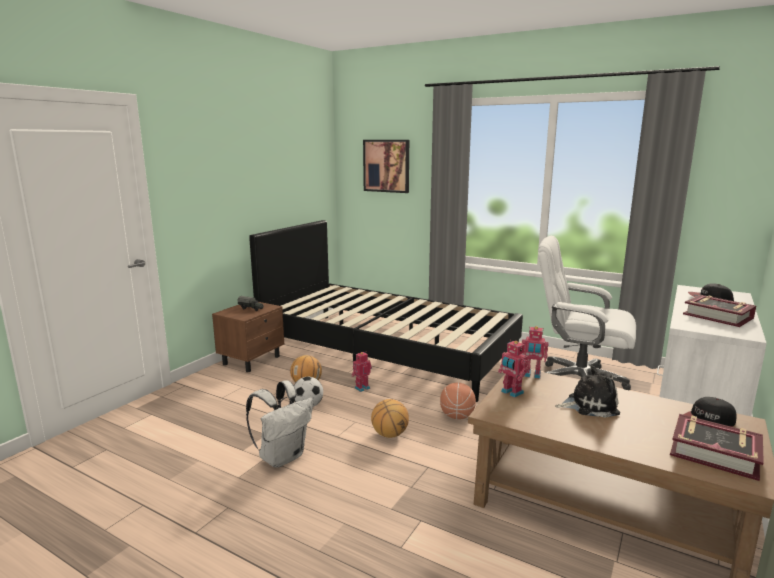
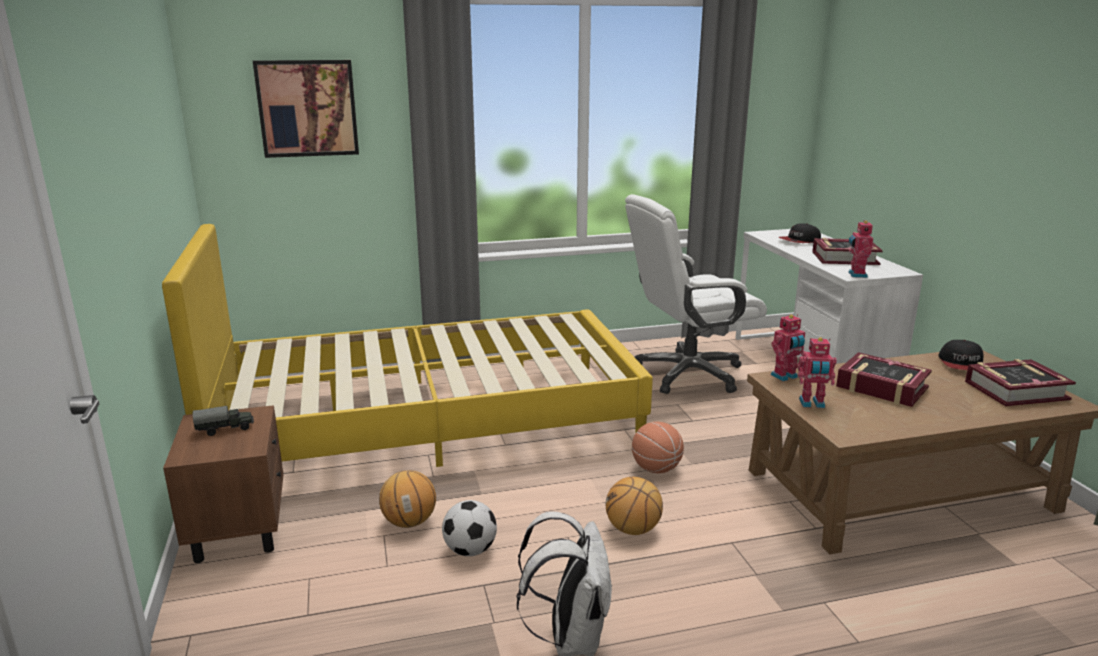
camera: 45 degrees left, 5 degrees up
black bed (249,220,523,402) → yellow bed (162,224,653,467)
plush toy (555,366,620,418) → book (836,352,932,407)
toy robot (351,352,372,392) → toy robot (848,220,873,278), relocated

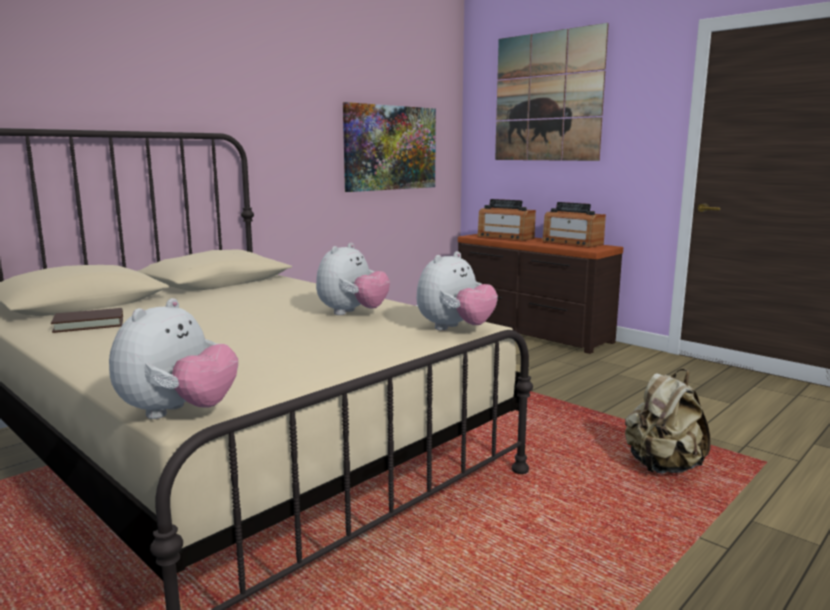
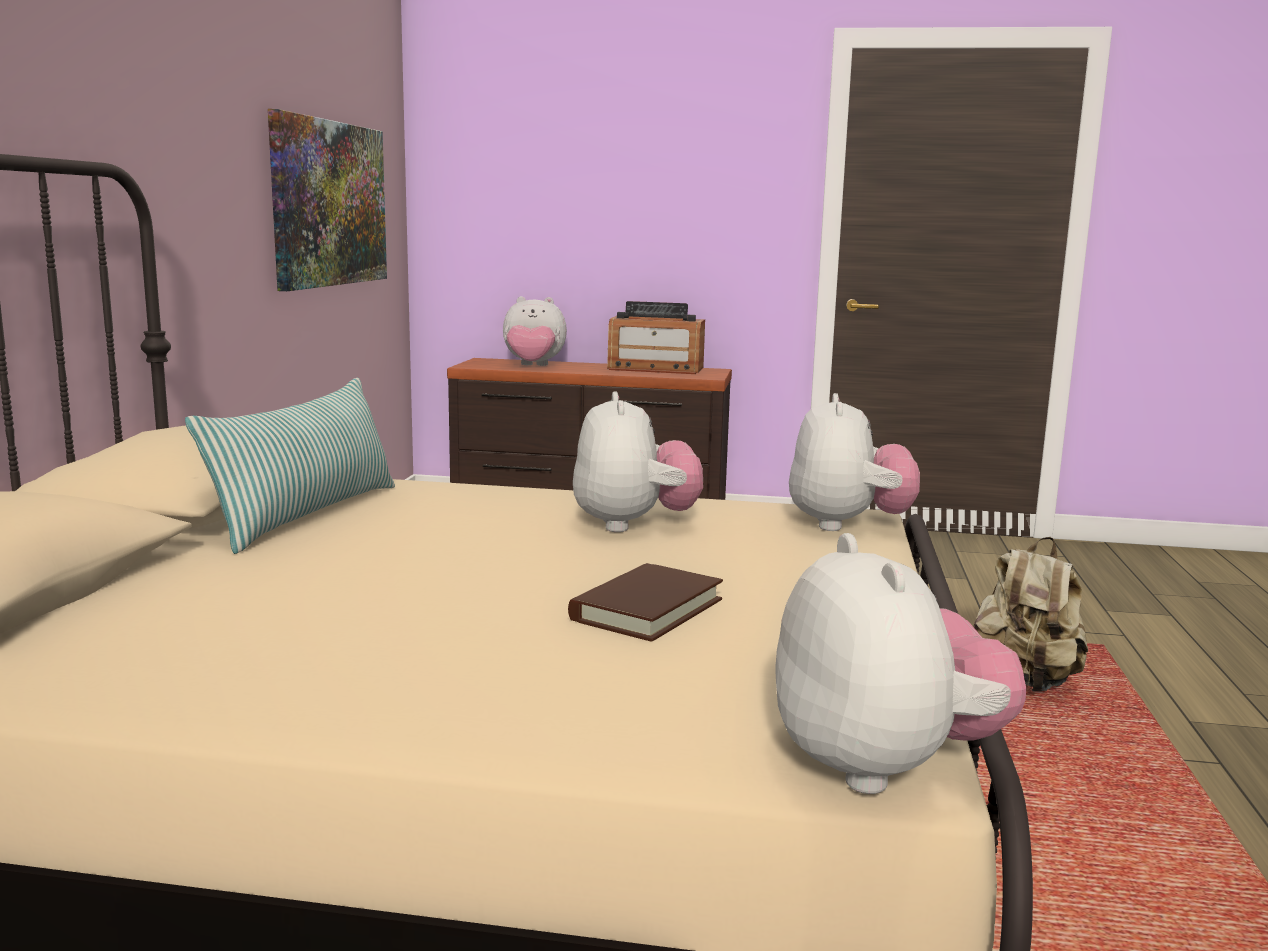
camera: 35 degrees left, 0 degrees up
- → pillow (185,378,395,554)
radio (478,199,536,242) → plush toy (503,296,567,366)
brown book (51,308,123,333) → brown book (568,563,723,642), relocated
picture (495,23,609,161) → -

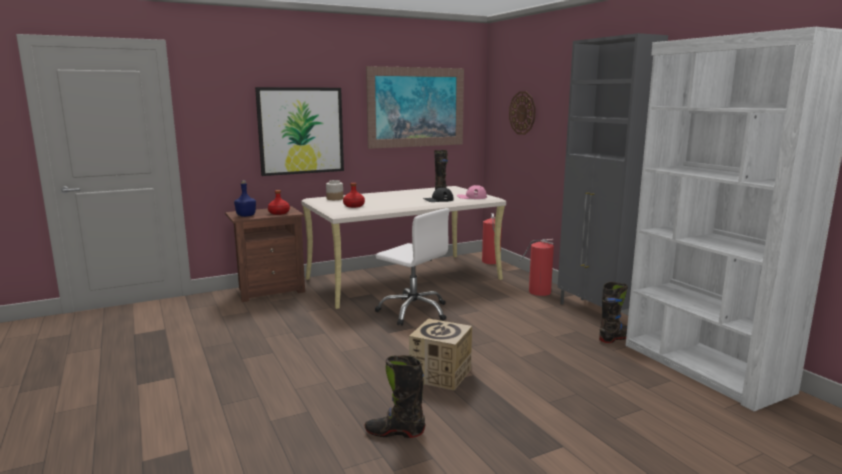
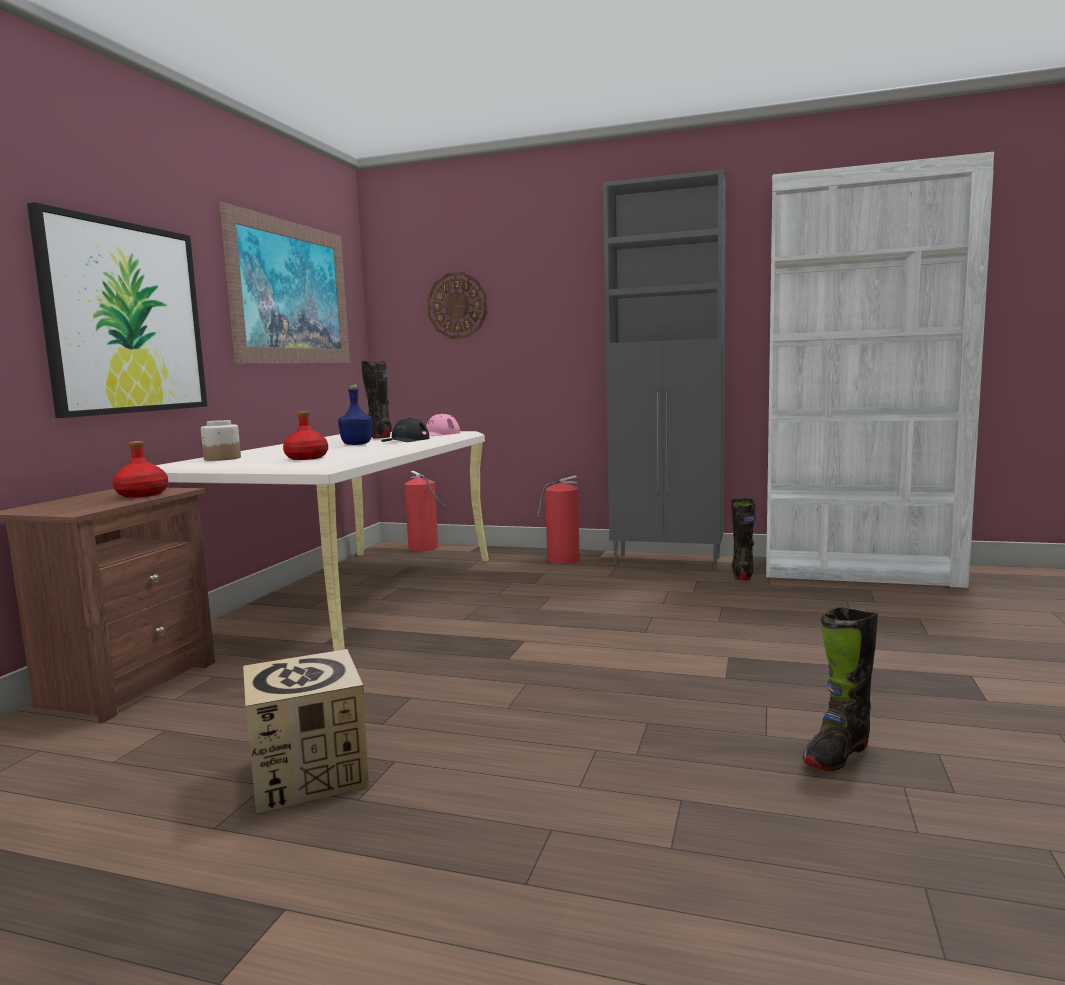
camera: 45 degrees left, 5 degrees down
cardboard box (409,319,472,391) → cardboard box (243,649,369,813), relocated
blue bottle (234,180,256,217) → blue bottle (338,384,373,445), relocated
white office chair (375,208,450,326) → -

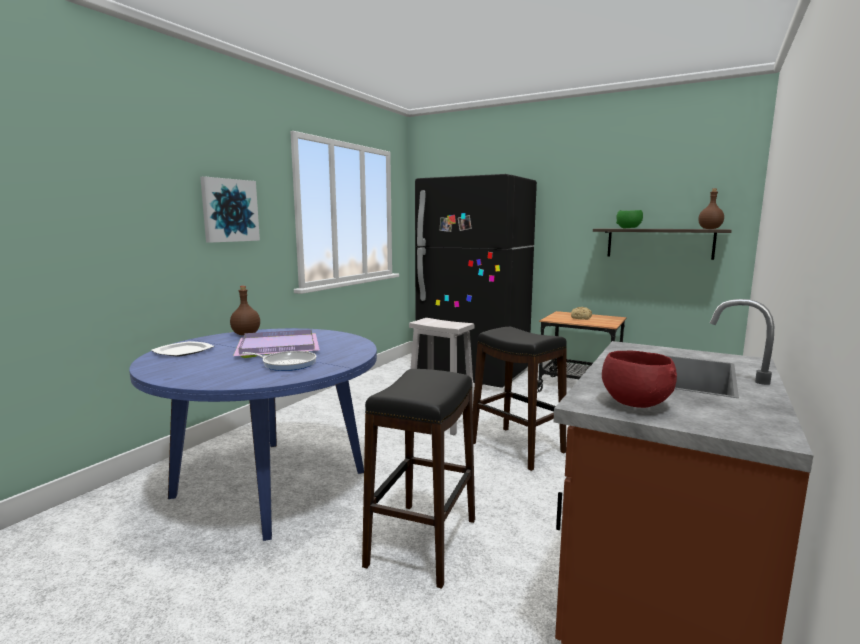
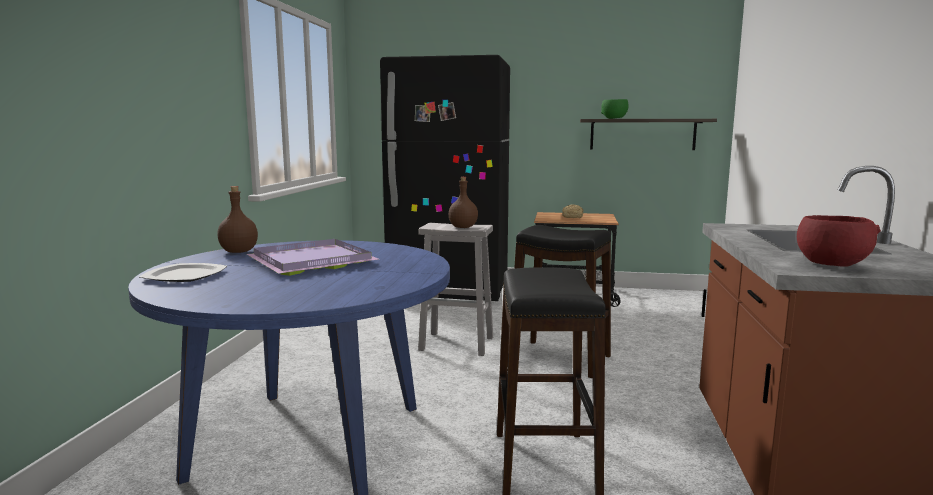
camera: 20 degrees left, 0 degrees up
brown bottle (698,188,724,229) → brown bottle (449,177,478,228), relocated
picture (200,176,260,243) → -
frying pan (242,351,316,371) → -

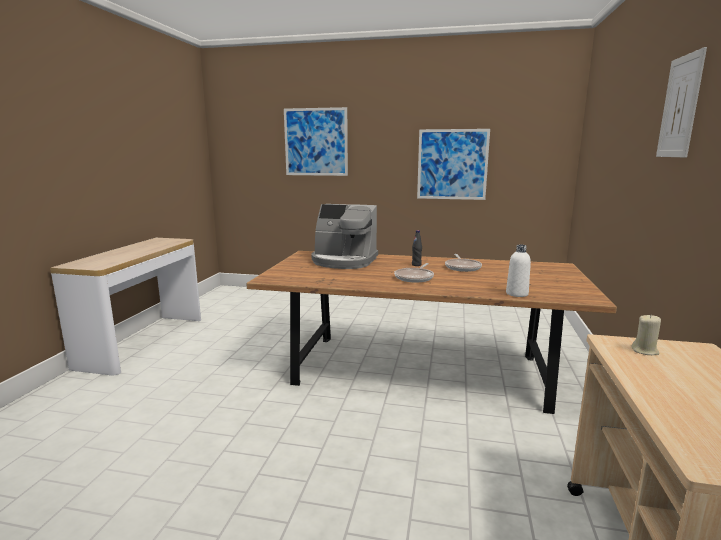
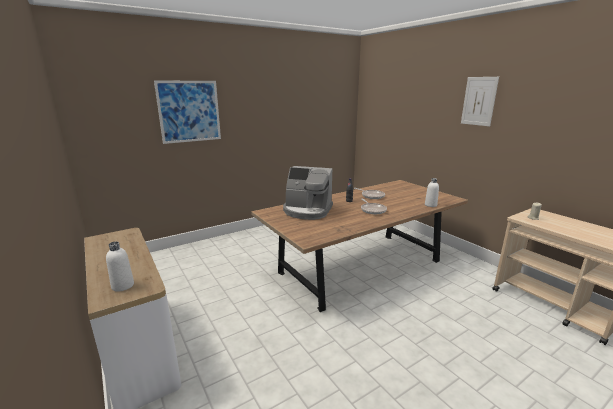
camera: 45 degrees left, 5 degrees up
- → white bottle (106,241,134,292)
coffee machine (312,204,378,269) → coffee machine (283,166,333,220), 45 degrees clockwise
picture (417,129,490,200) → -

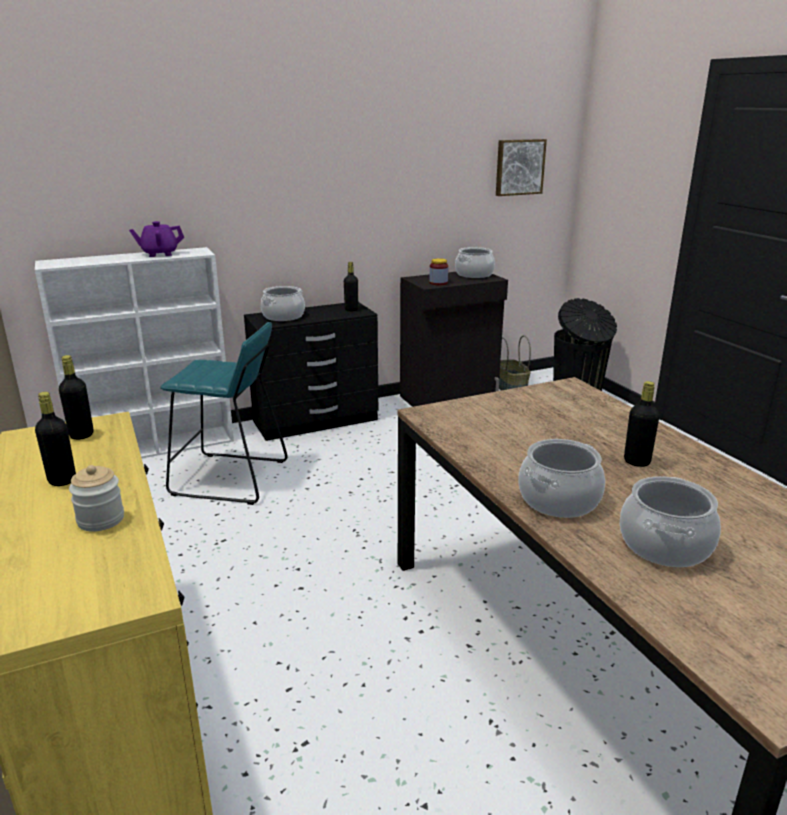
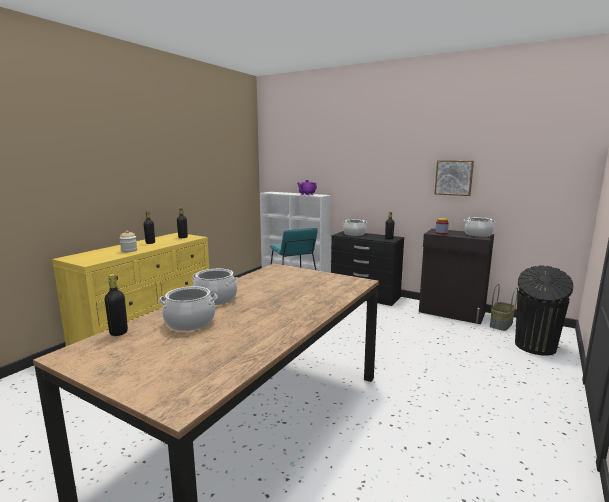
camera: 55 degrees right, 10 degrees down
black bottle (624,381,660,467) → black bottle (104,274,128,336), relocated
picture (496,139,547,196) → picture (434,160,474,196), relocated

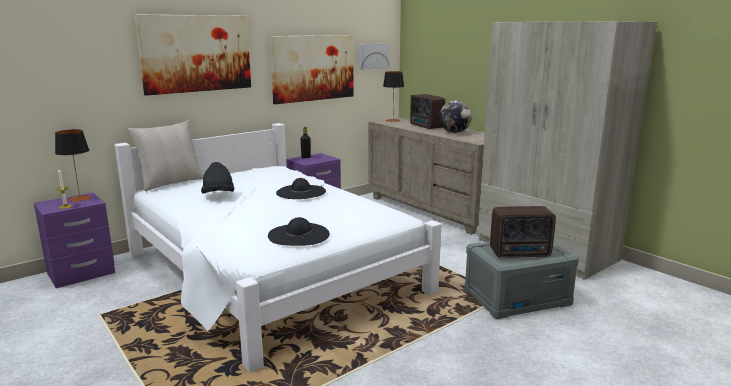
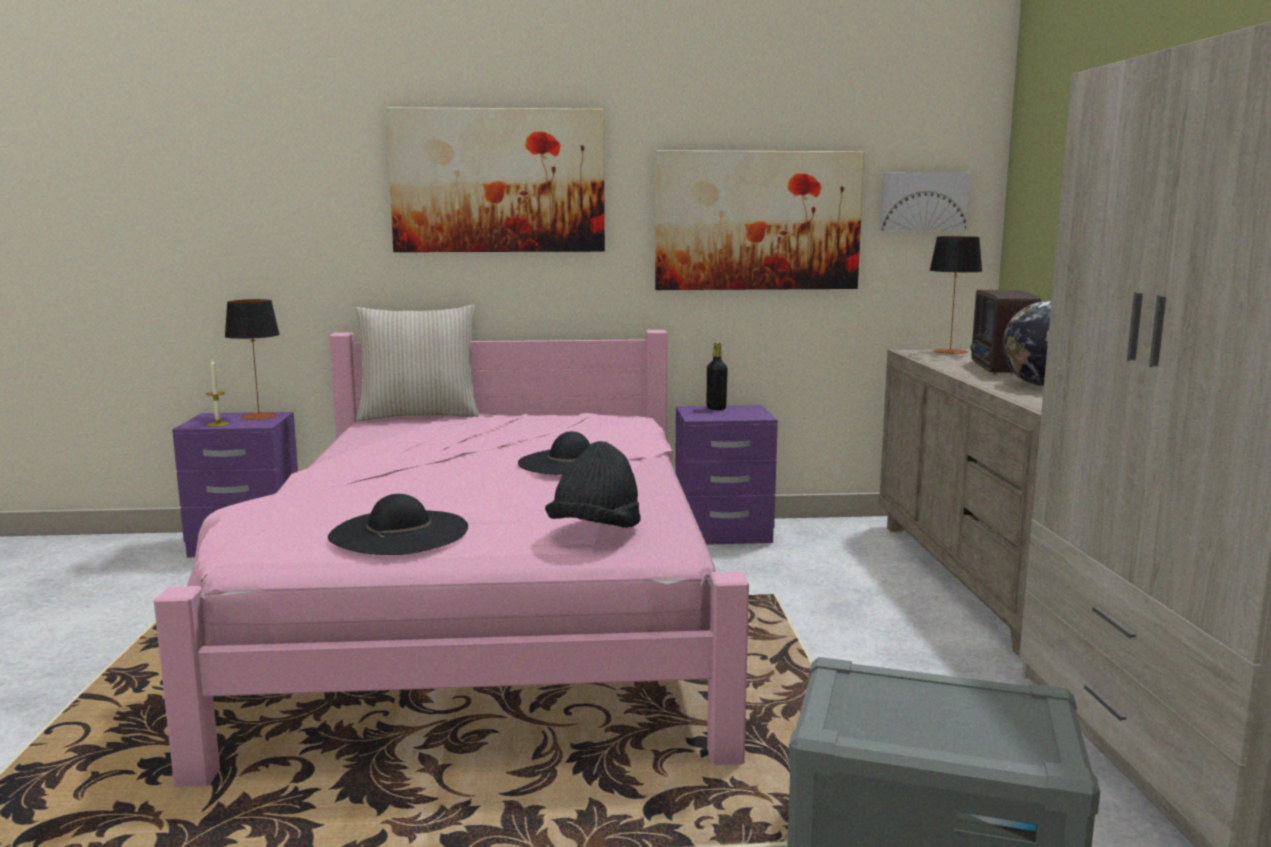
camera: 35 degrees right, 5 degrees down
white bed (115,123,441,372) → pink bed (154,330,749,787)
black hat (201,162,234,194) → black hat (545,441,641,528), relocated
radio (490,206,556,258) → -

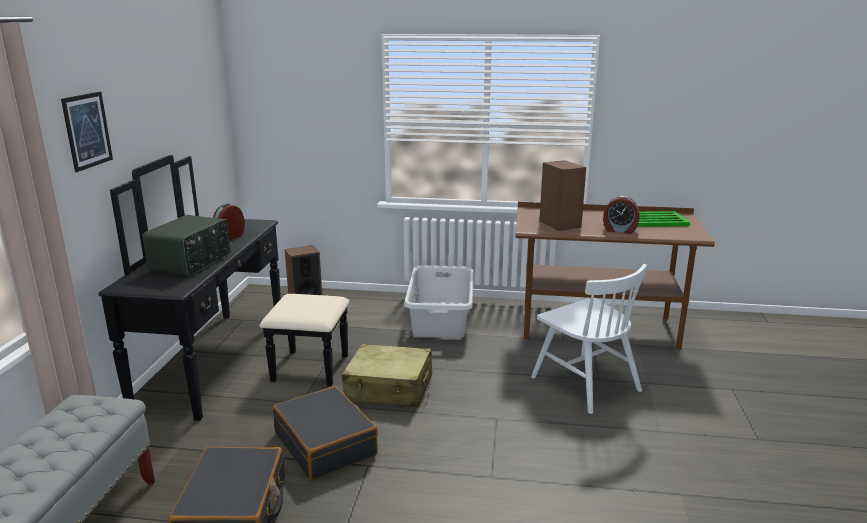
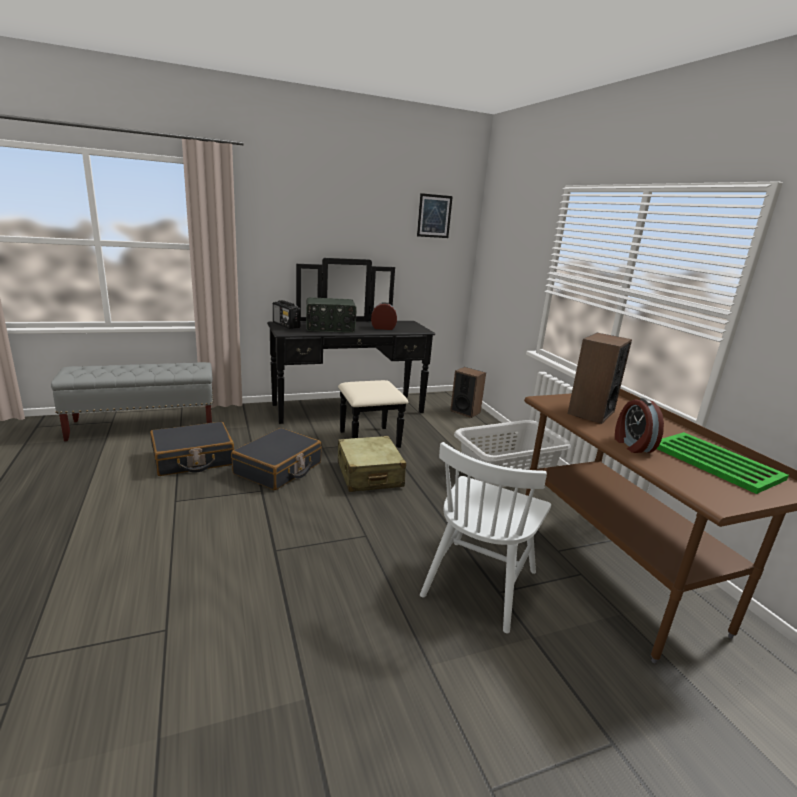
camera: 60 degrees right, 0 degrees up
- → radio (273,300,300,329)
picture (61,92,113,172) → picture (417,193,453,238), relocated

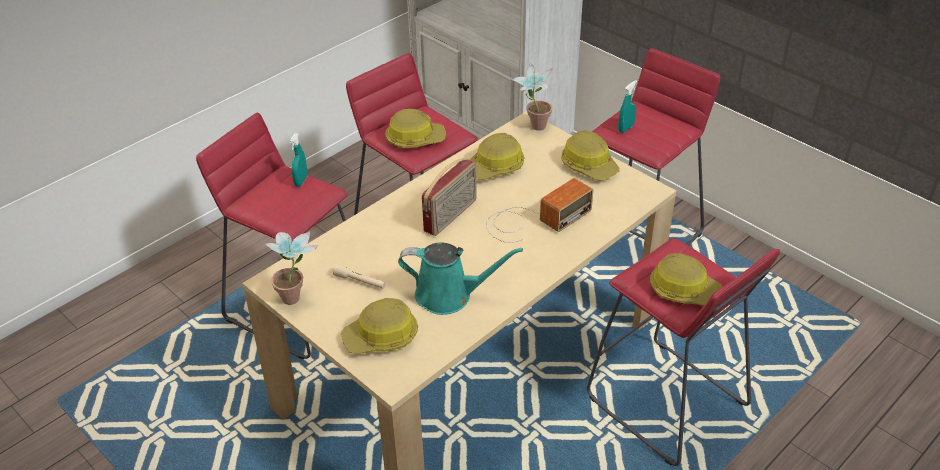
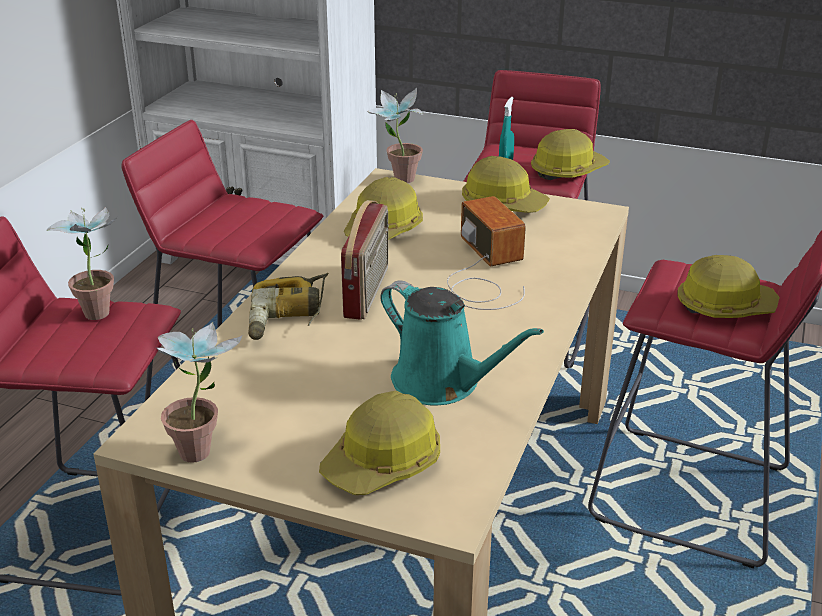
camera: 25 degrees left, 10 degrees down
turquoise spray bottle (289,133,307,187) → potted plant (46,207,118,320)
- → power drill (248,273,328,340)
turquoise watering can (398,242,523,315) → turquoise watering can (380,280,544,405), 60 degrees clockwise
radio (486,178,593,243) → radio (447,196,526,310), 45 degrees counterclockwise
hard hat (385,109,446,148) → hard hat (531,129,610,180), relocated
beige flashlight (333,263,386,289) → -

